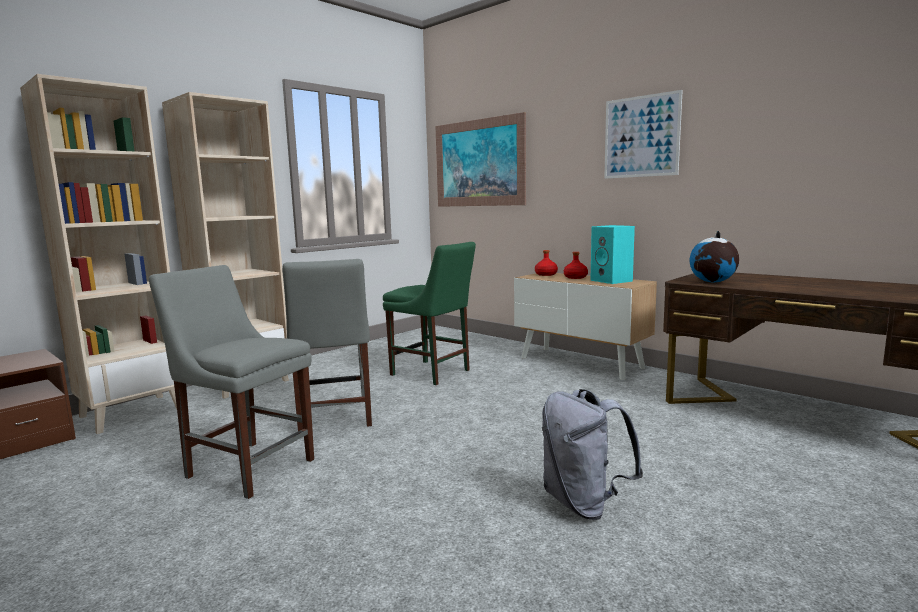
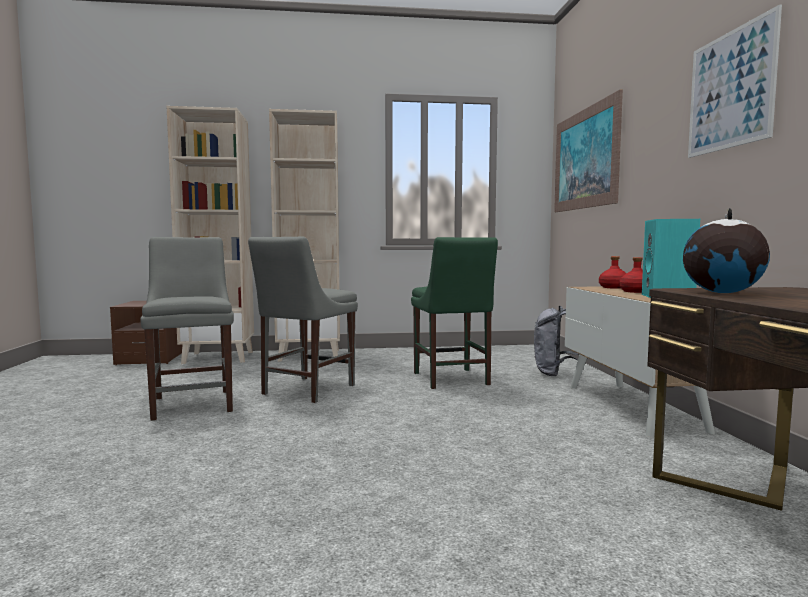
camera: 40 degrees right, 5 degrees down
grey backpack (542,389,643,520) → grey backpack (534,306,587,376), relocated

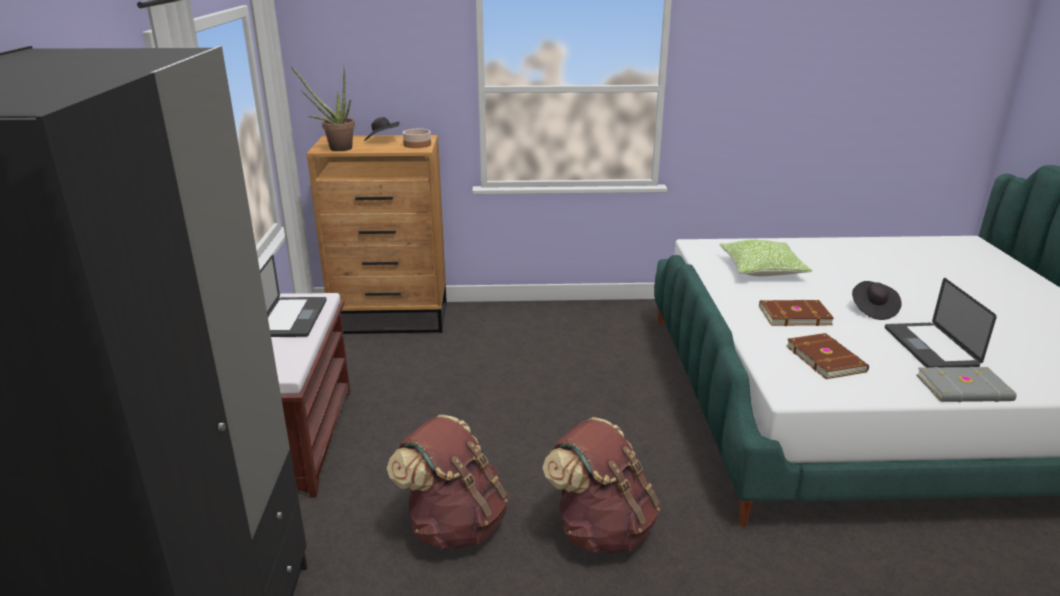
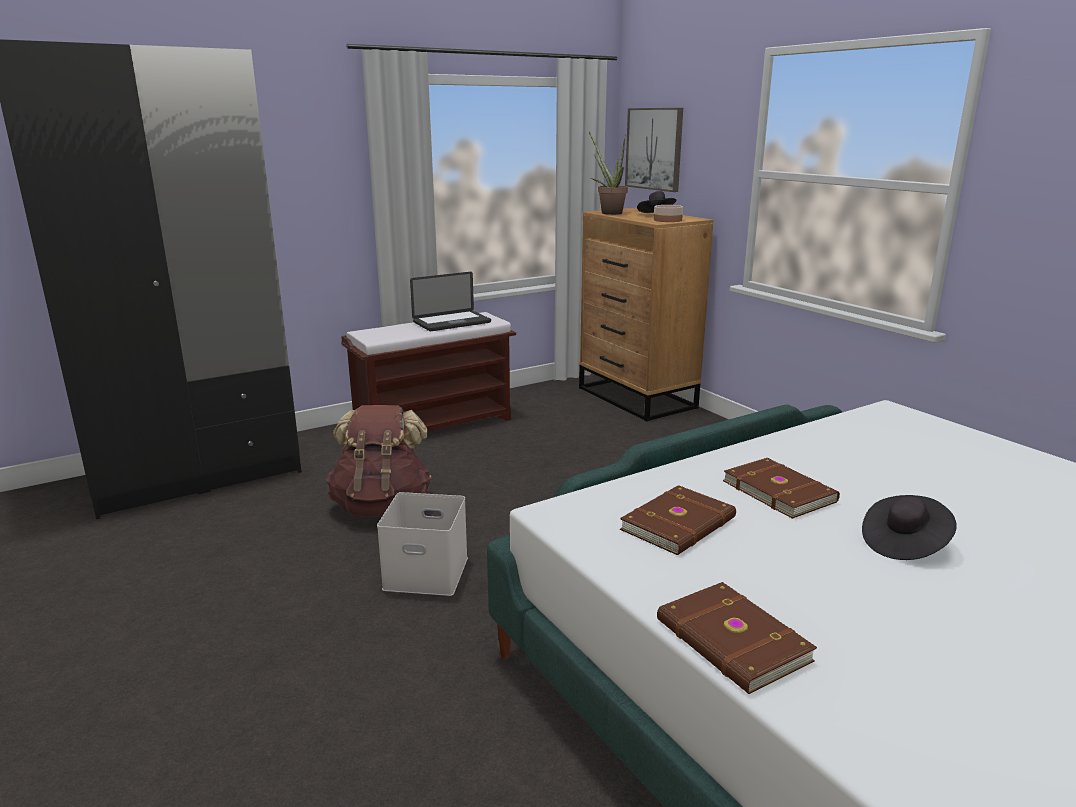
camera: 60 degrees right, 5 degrees down
brown backpack (542,417,661,554) → white storage box (377,492,468,596)
- → picture (625,108,683,192)
grey book (916,367,1017,402) → brown book (657,582,817,694)
pillow (719,240,812,276) → -
laptop (885,278,997,368) → -

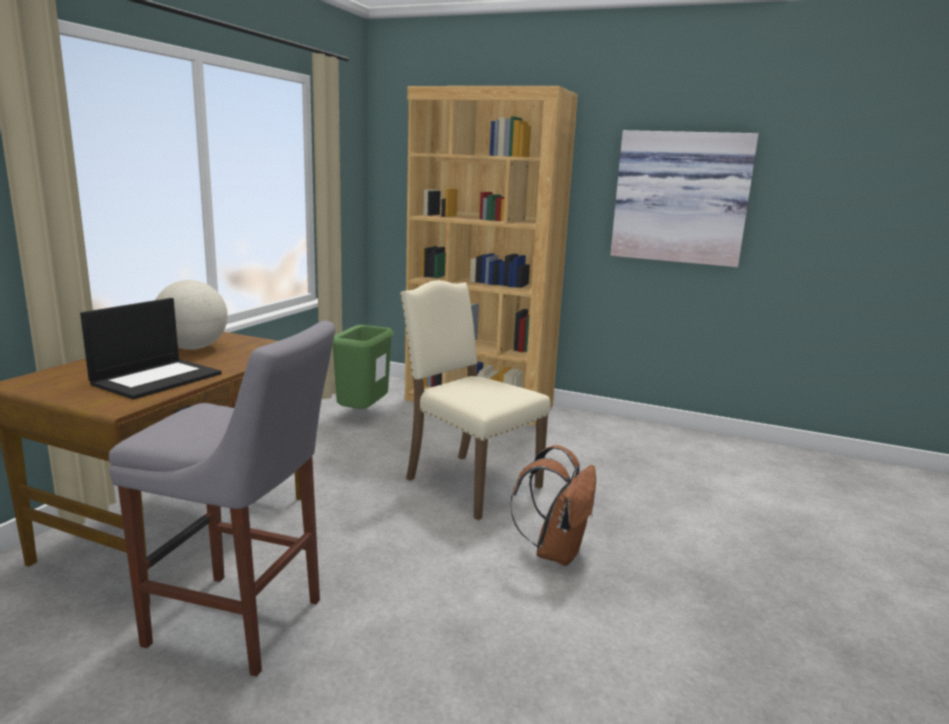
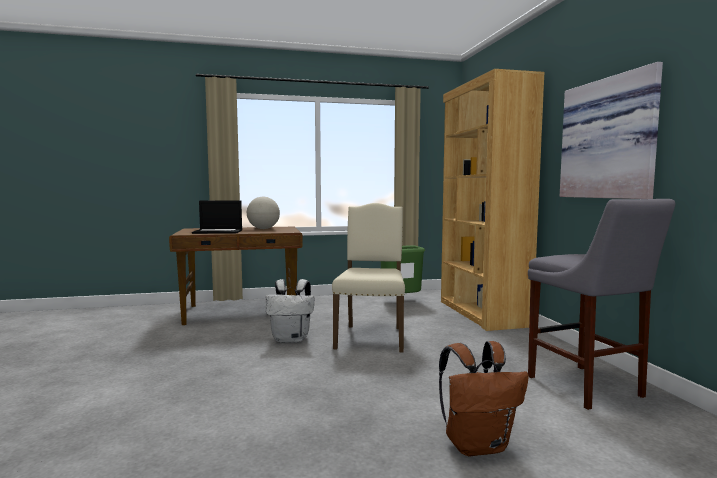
camera: 55 degrees right, 10 degrees down
- → white backpack (266,279,314,343)
brown backpack (510,445,596,566) → brown backpack (439,341,529,456), relocated
grey stool (109,321,335,677) → grey stool (528,199,675,410), relocated

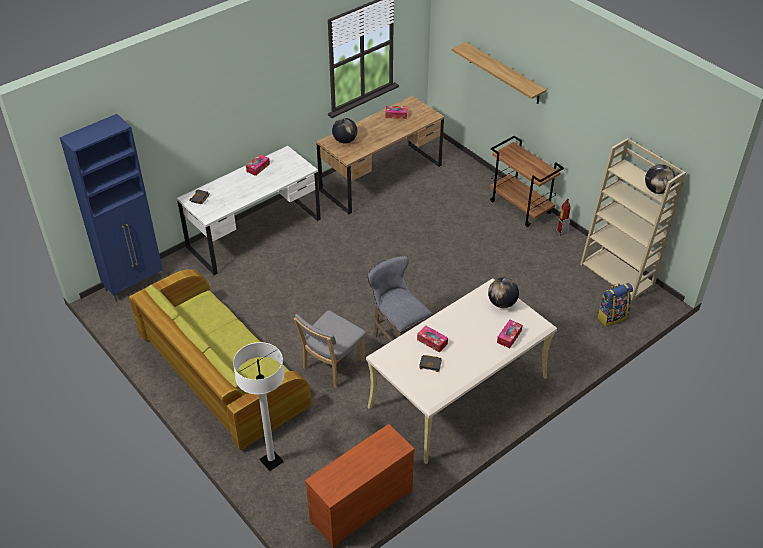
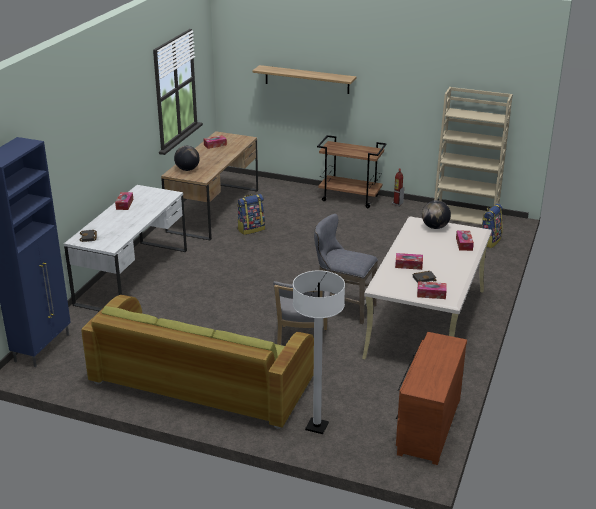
camera: 30 degrees left, 15 degrees down
- → backpack (237,194,265,235)
- → tissue box (417,281,447,299)
globe (645,164,675,194) → -

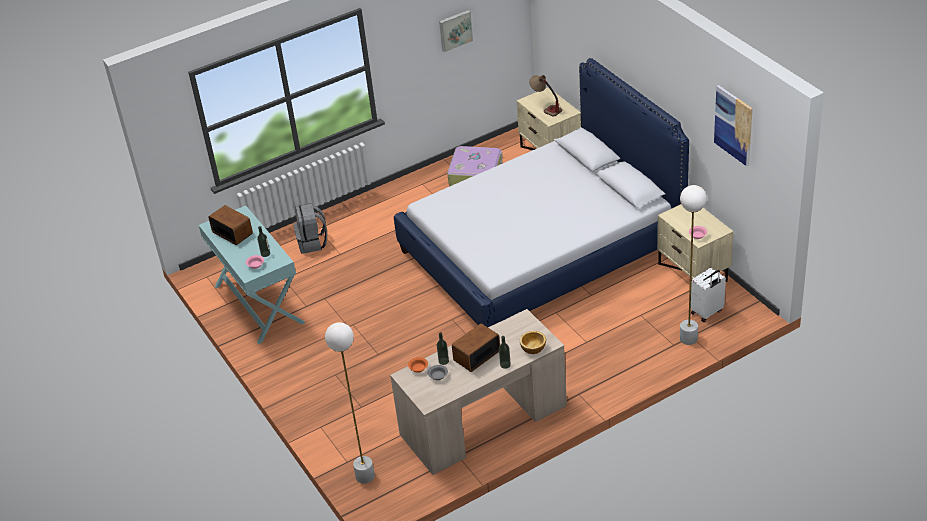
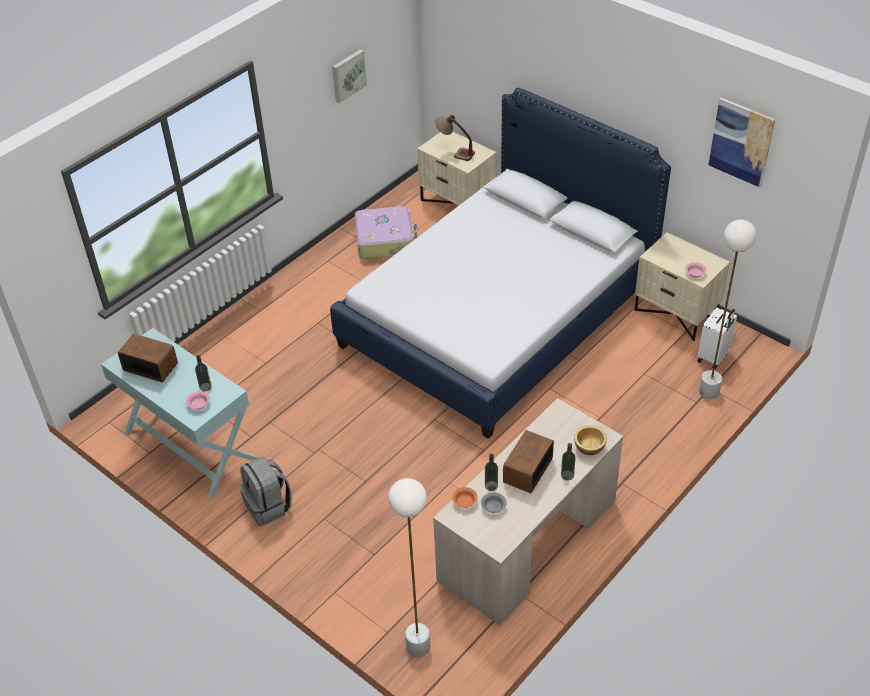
camera: 20 degrees left, 5 degrees up
grey backpack (293,203,327,254) → grey backpack (239,456,292,526), relocated

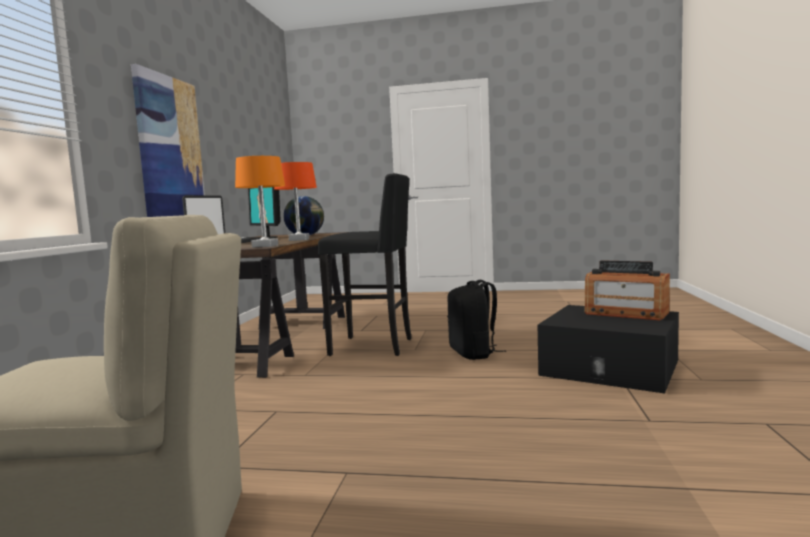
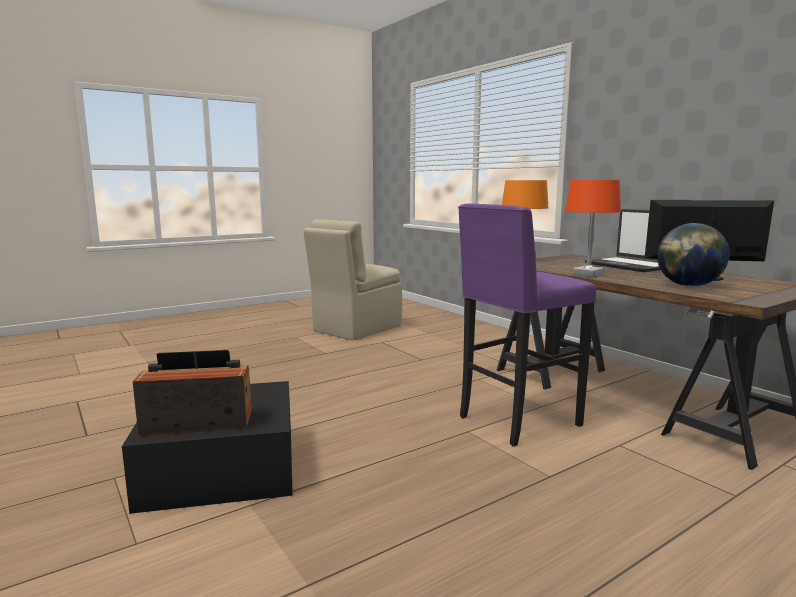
camera: 135 degrees right, 5 degrees up
black stool (318,173,412,356) → purple stool (458,203,596,447)
picture (131,64,205,217) → -
black backpack (447,280,506,360) → -

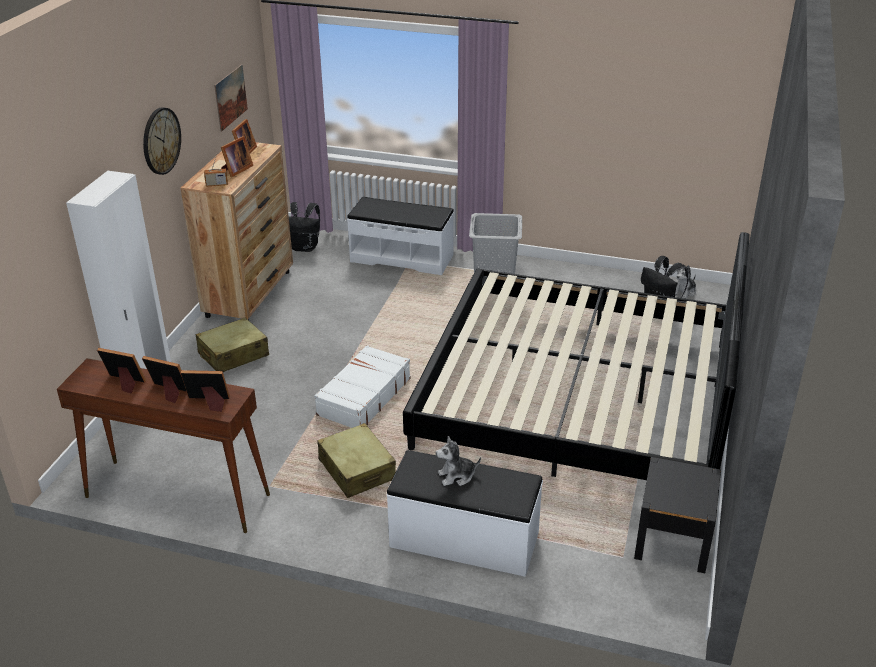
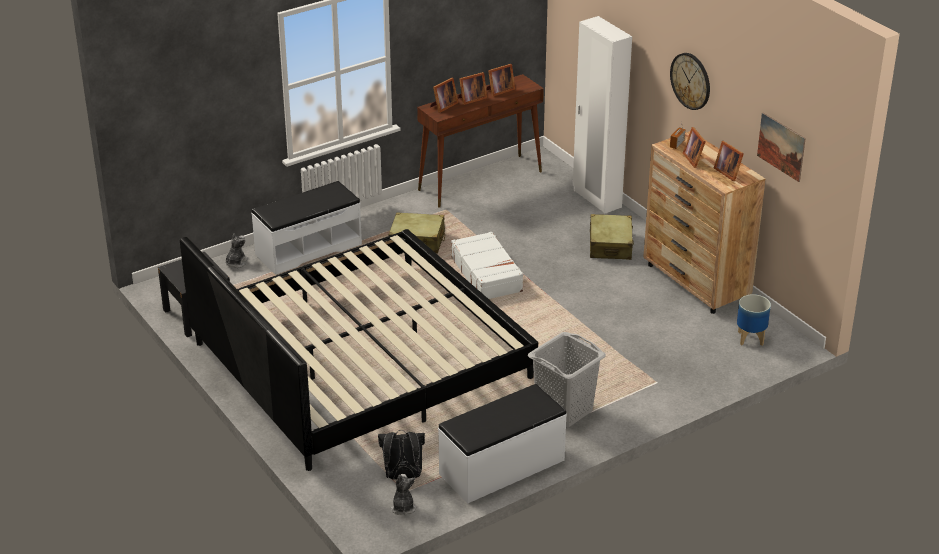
camera: 130 degrees right, 0 degrees up
plush toy (436,436,481,486) → plush toy (226,233,249,268), relocated
white bench (347,197,454,275) → white bench (438,384,567,504), relocated
black backpack (289,202,320,252) → planter (737,294,771,346)

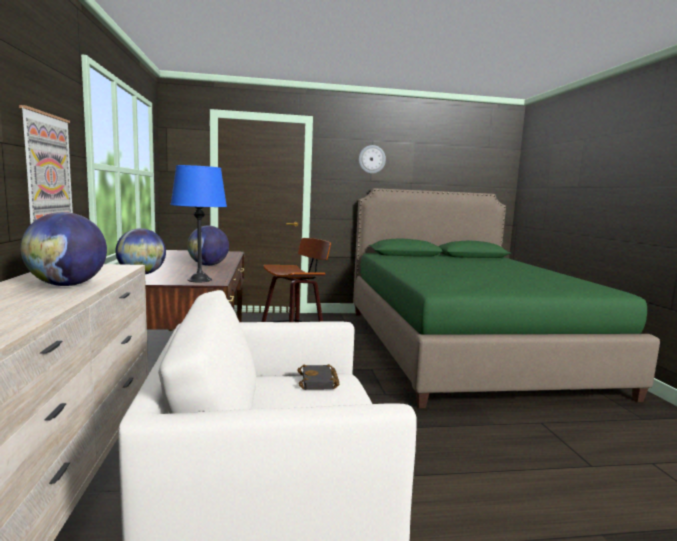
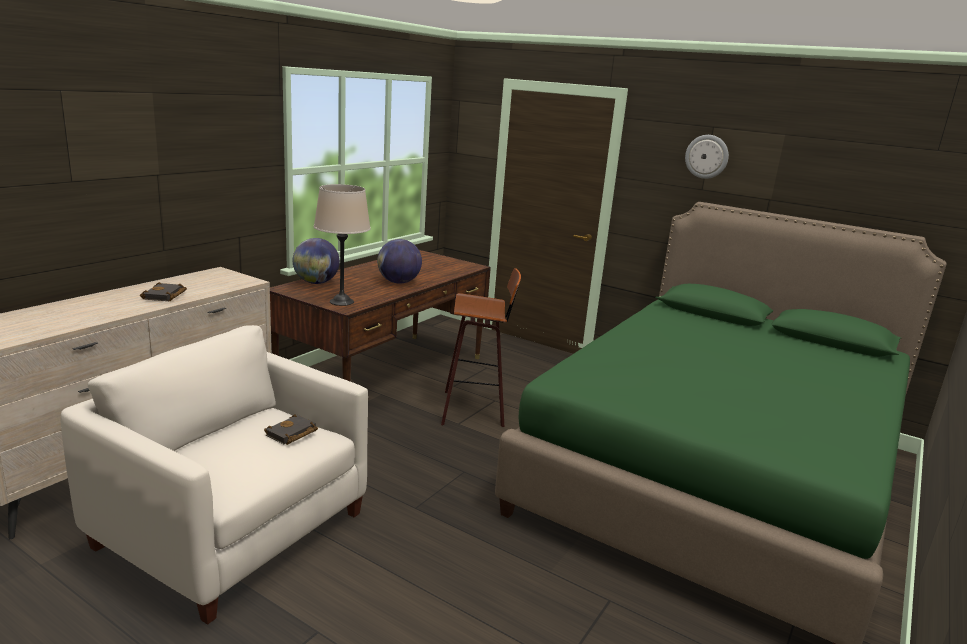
camera: 40 degrees right, 10 degrees up
globe (20,212,107,286) → black book (140,282,187,301)
blue table lamp (170,165,227,282) → beige table lamp (314,184,371,306)
picture (19,105,73,224) → -

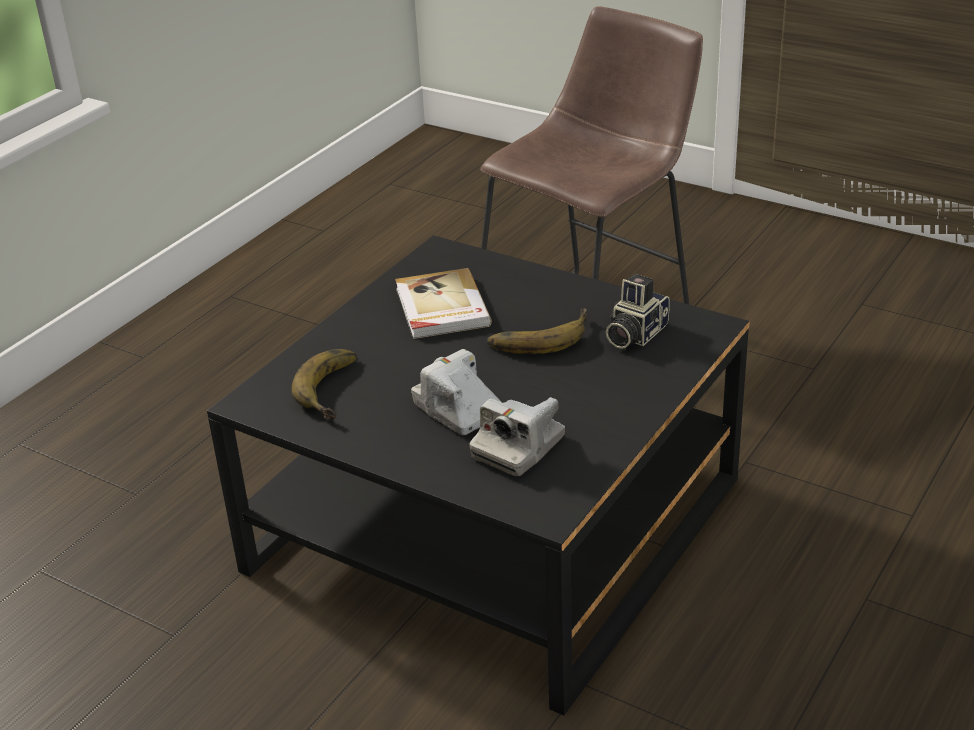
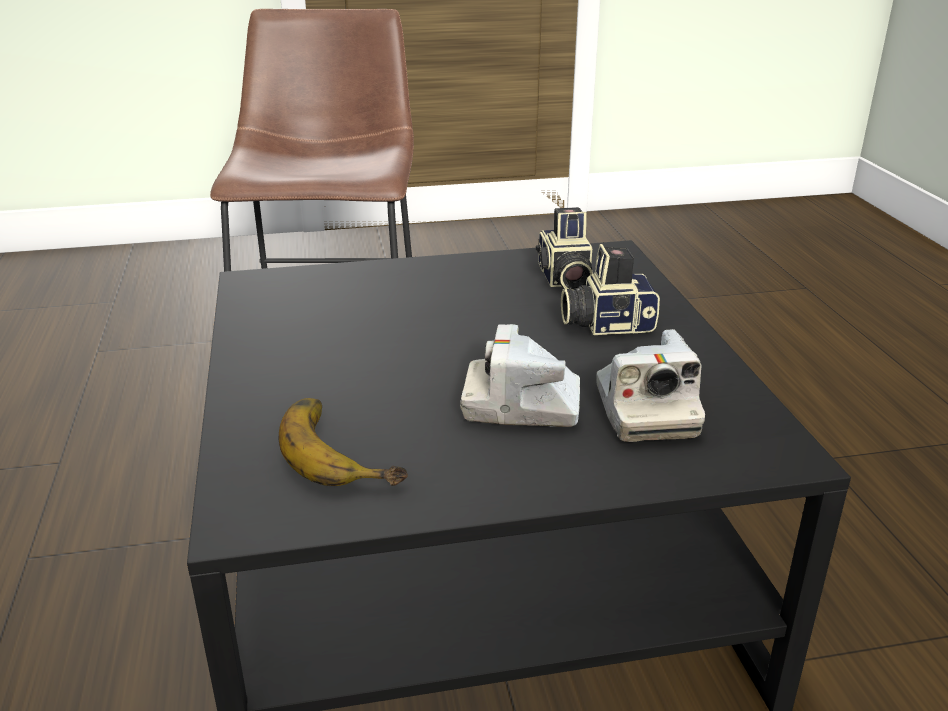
camera: 45 degrees left, 5 degrees down
- → photo camera (561,244,660,335)
book (395,268,492,339) → -
banana (487,308,588,354) → -

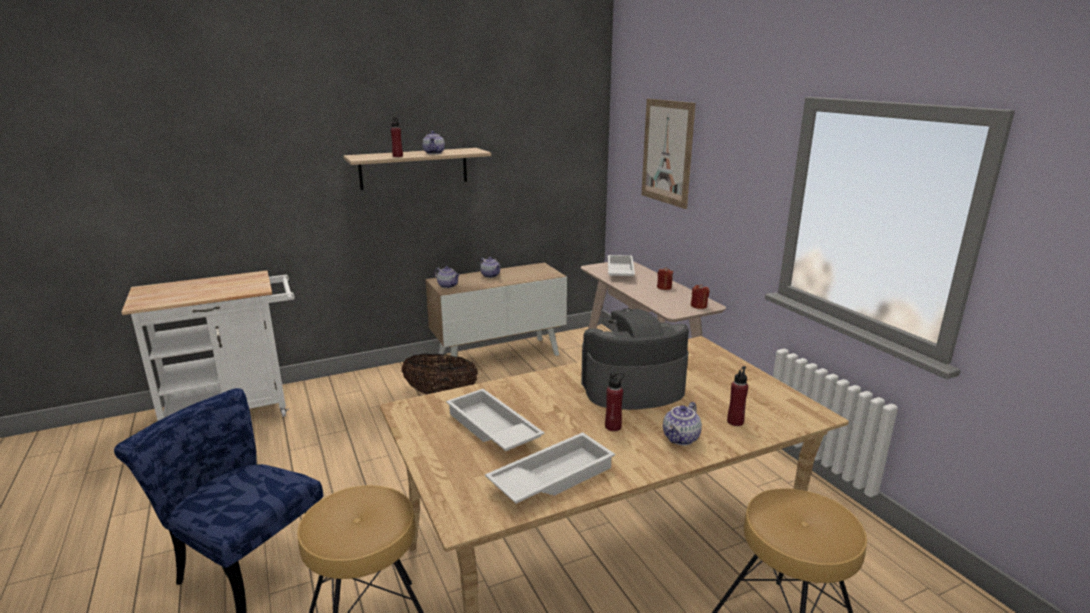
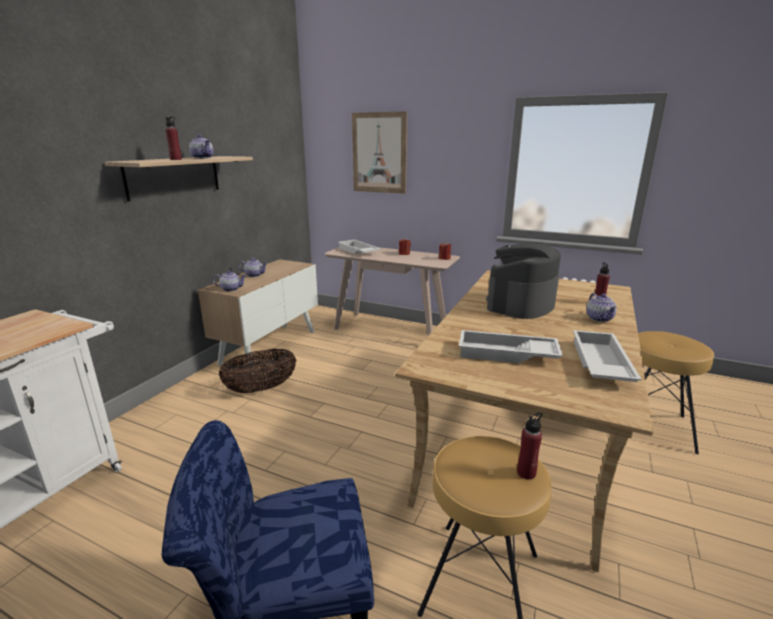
camera: 40 degrees left, 0 degrees up
red bottle (605,373,624,431) → red bottle (517,412,542,480), relocated

